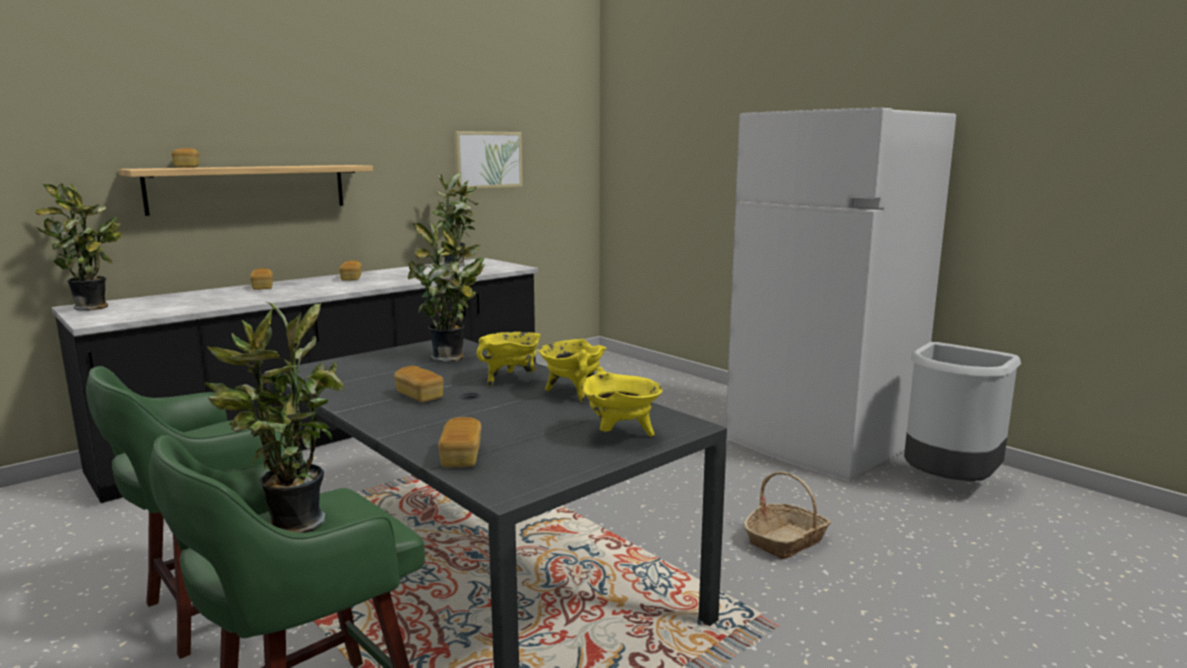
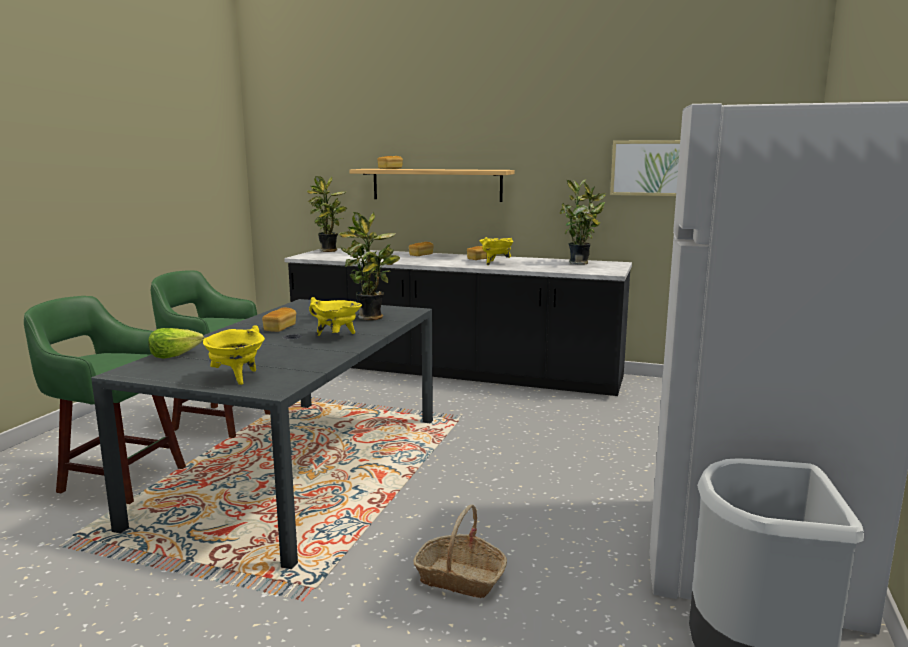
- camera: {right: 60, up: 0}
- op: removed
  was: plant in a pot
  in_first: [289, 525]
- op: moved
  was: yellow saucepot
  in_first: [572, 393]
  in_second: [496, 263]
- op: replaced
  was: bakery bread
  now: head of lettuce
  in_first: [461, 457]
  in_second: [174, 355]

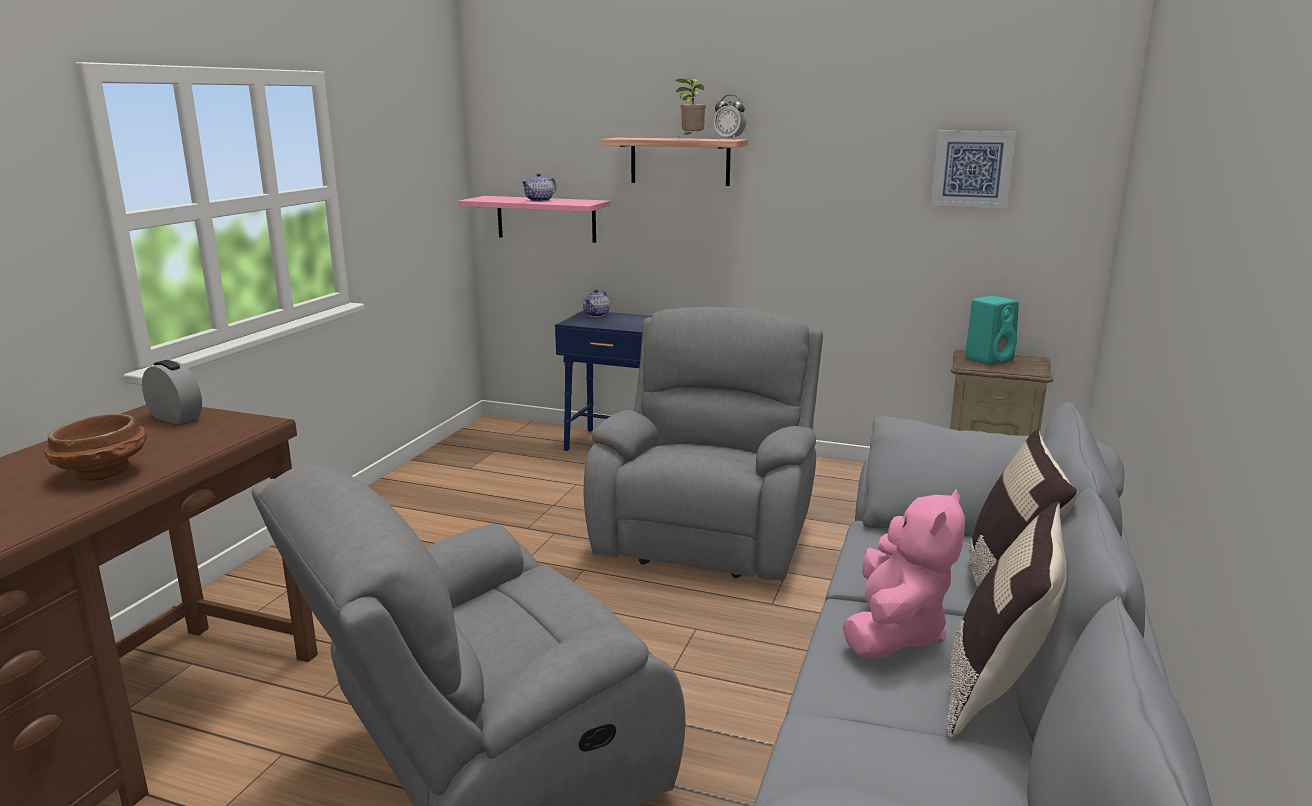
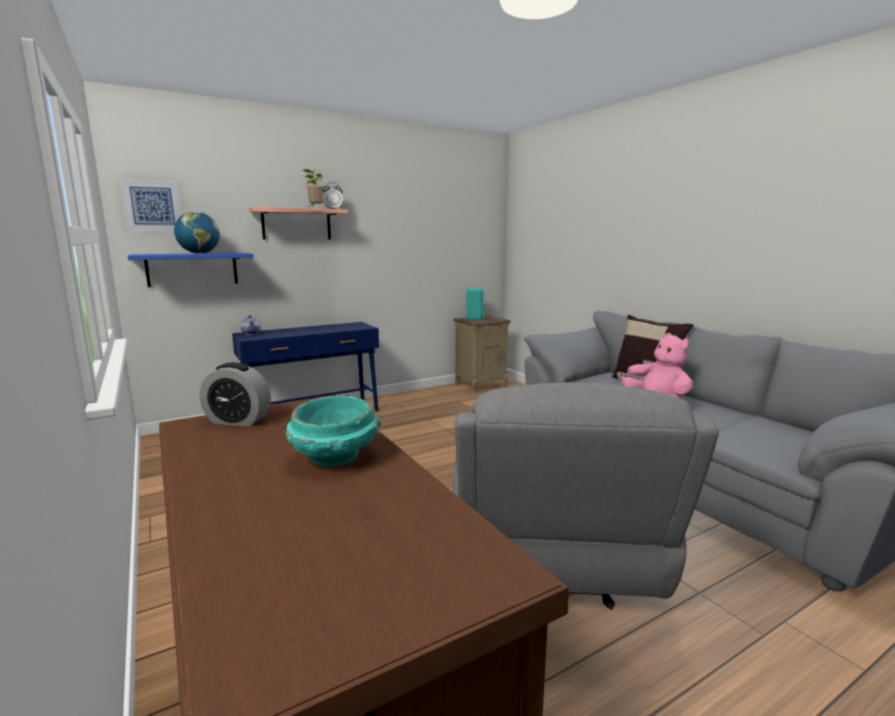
- camera: {right: -50, up: -5}
- op: moved
  was: wall picture
  in_first: [972, 169]
  in_second: [152, 205]
- op: replaced
  was: tea pot
  now: globe
  in_first: [540, 200]
  in_second: [199, 253]
- op: recoloured
  was: pink wall shelf
  now: blue-coloured wall shelf
  in_first: [546, 219]
  in_second: [192, 269]
- op: removed
  was: gray lounge chair
  in_first: [708, 534]
- op: turned
  was: alarm clock
  in_first: [176, 417]
  in_second: [238, 421]
  clockwise: -150
- op: recoloured
  was: brown deep dish
  now: turquoise-coloured deep dish
  in_first: [104, 473]
  in_second: [336, 457]
- op: removed
  was: throw pillow
  in_first: [996, 692]

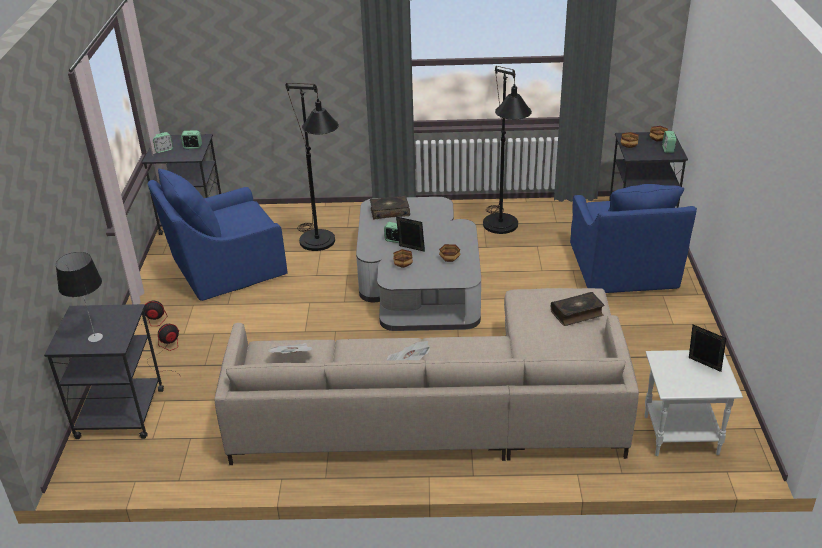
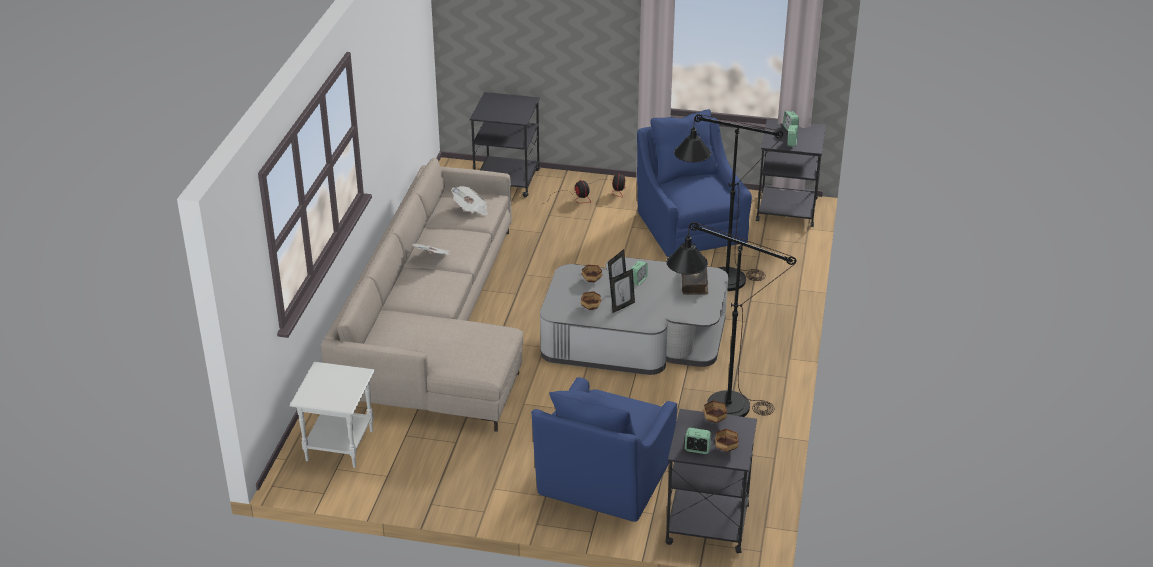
- camera: {right: 100, up: 0}
- op: turned
  was: blue-coloured lounge chair
  in_first: [623, 270]
  in_second: [604, 479]
  clockwise: -75
- op: removed
  was: table lamp
  in_first: [95, 338]
- op: removed
  was: book
  in_first: [577, 313]
- op: moved
  was: standing frame
  in_first: [703, 366]
  in_second: [622, 306]

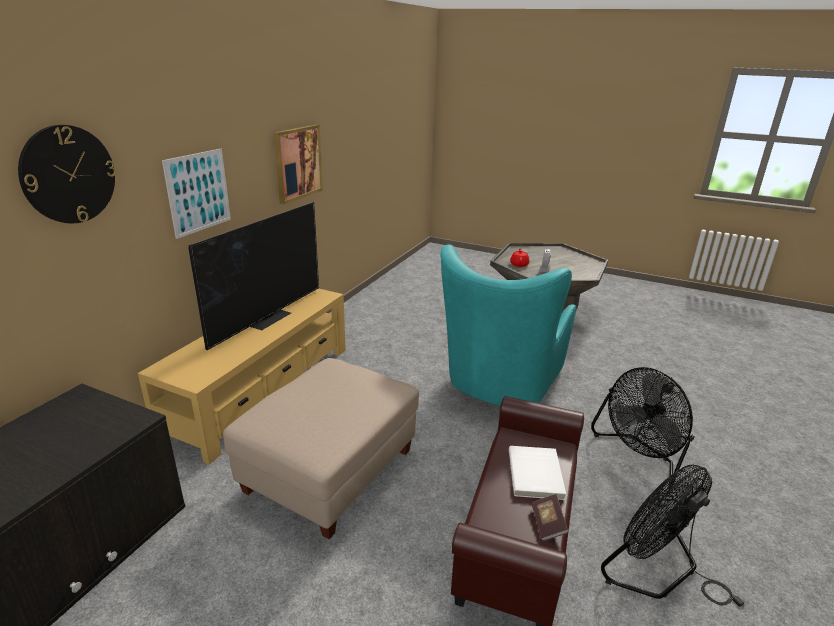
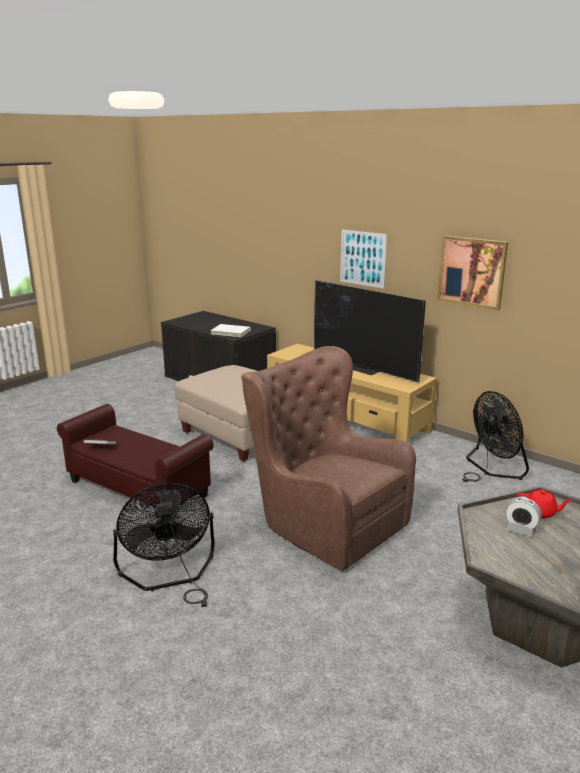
- camera: {right: 105, up: -5}
- op: removed
  was: hanging clock
  in_first: [68, 175]
- op: recoloured
  was: turquoise-coloured lounge chair
  now: brown lounge chair
  in_first: [500, 383]
  in_second: [323, 522]
- op: moved
  was: white-coloured book
  in_first: [536, 474]
  in_second: [230, 332]
- op: moved
  was: blackish fan
  in_first: [665, 569]
  in_second: [487, 467]

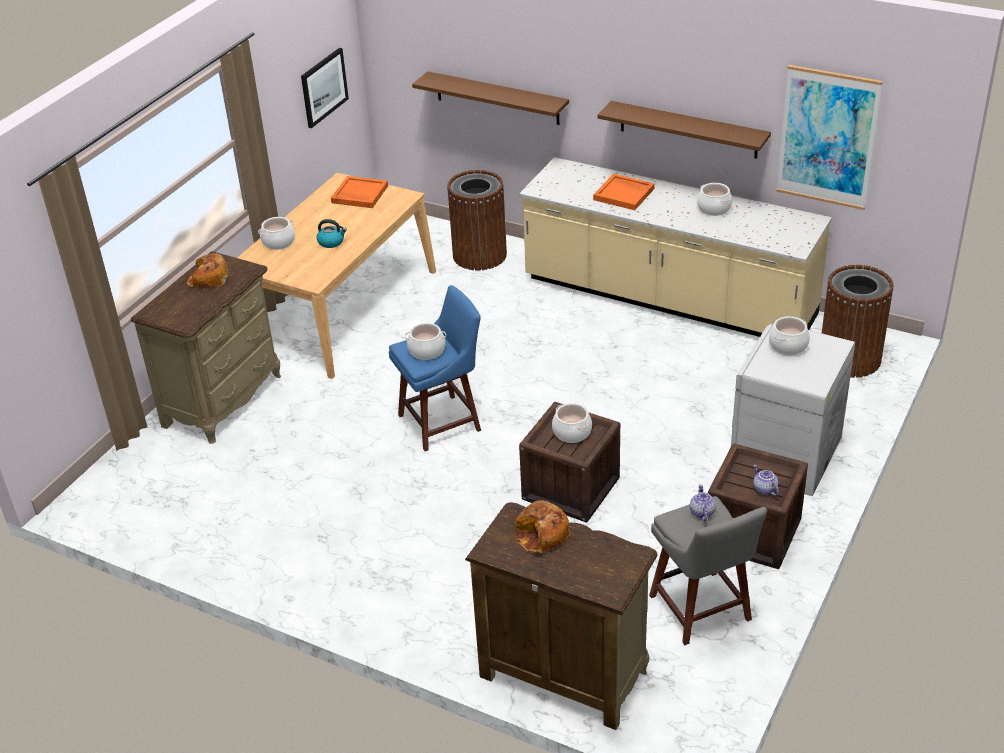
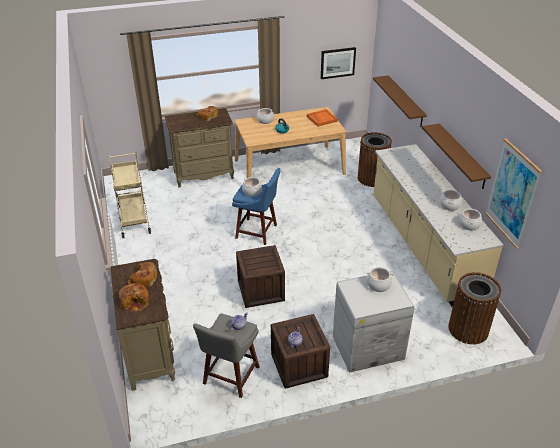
- camera: {right: 45, up: 0}
- op: removed
  was: orangey tray
  in_first: [624, 194]
- op: moved
  was: saucepot
  in_first: [571, 432]
  in_second: [469, 224]
- op: added
  now: beige cart
  in_second: [134, 219]
- op: added
  now: bakery bread
  in_second: [135, 301]

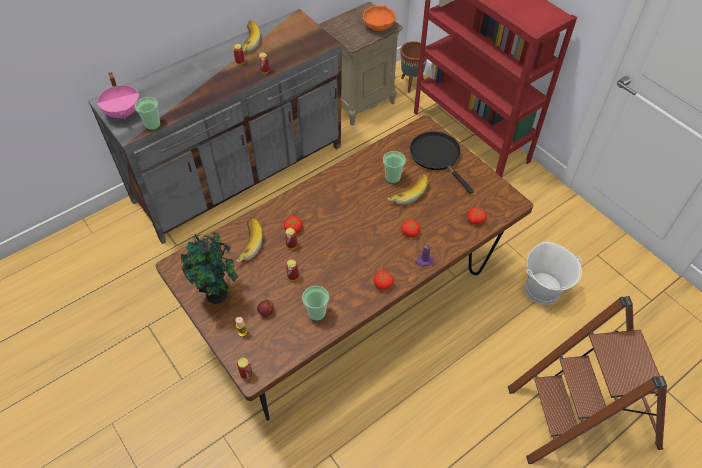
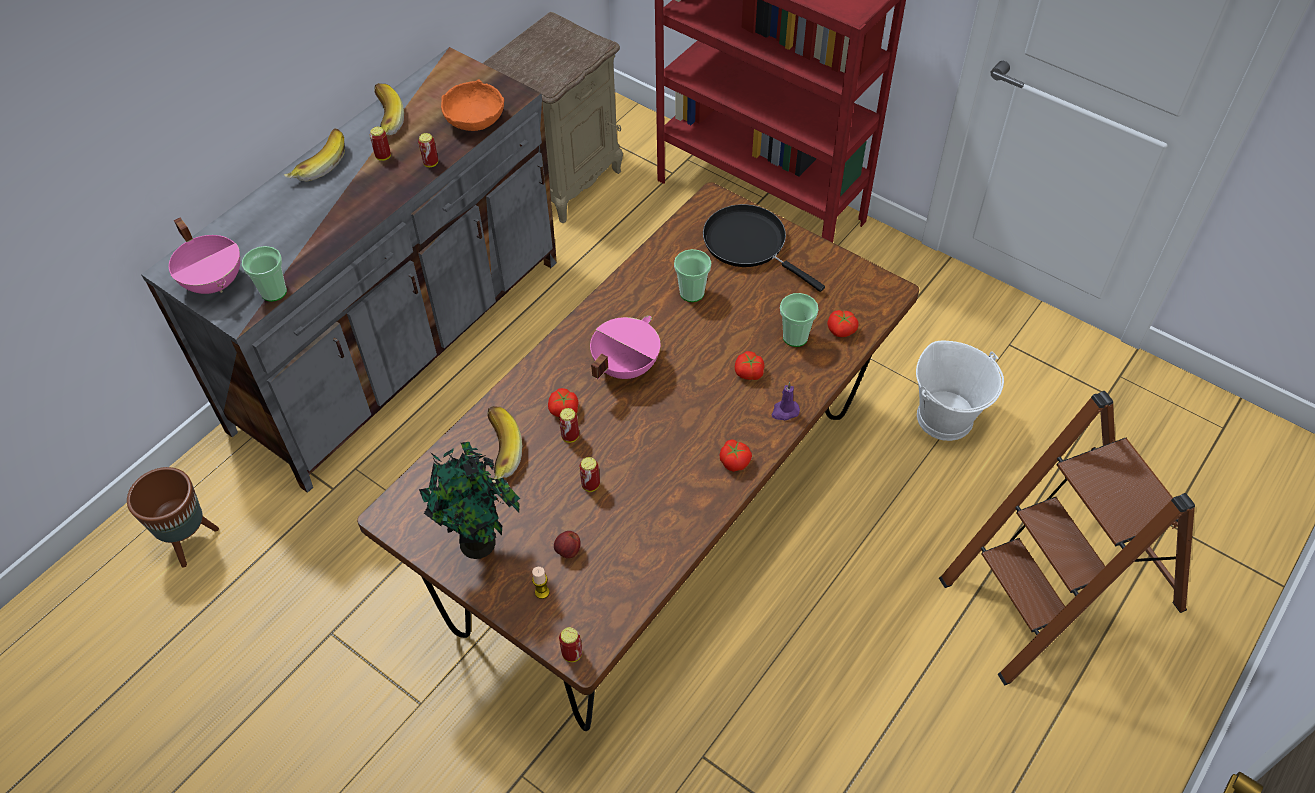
- camera: {right: -15, up: 0}
- op: moved
  was: orangey deep dish
  in_first: [379, 26]
  in_second: [475, 120]
- op: moved
  was: brown flower pot
  in_first: [411, 84]
  in_second: [190, 542]
- op: moved
  was: whole banana
  in_first: [407, 192]
  in_second: [318, 163]
- op: moved
  was: small cup
  in_first: [317, 313]
  in_second: [795, 337]
- op: added
  now: pink saucepot
  in_second: [624, 366]

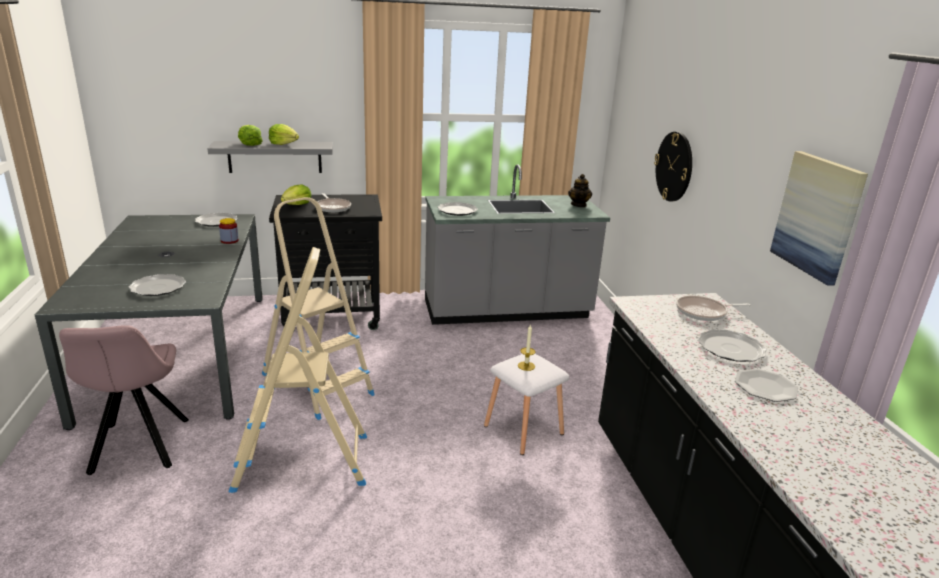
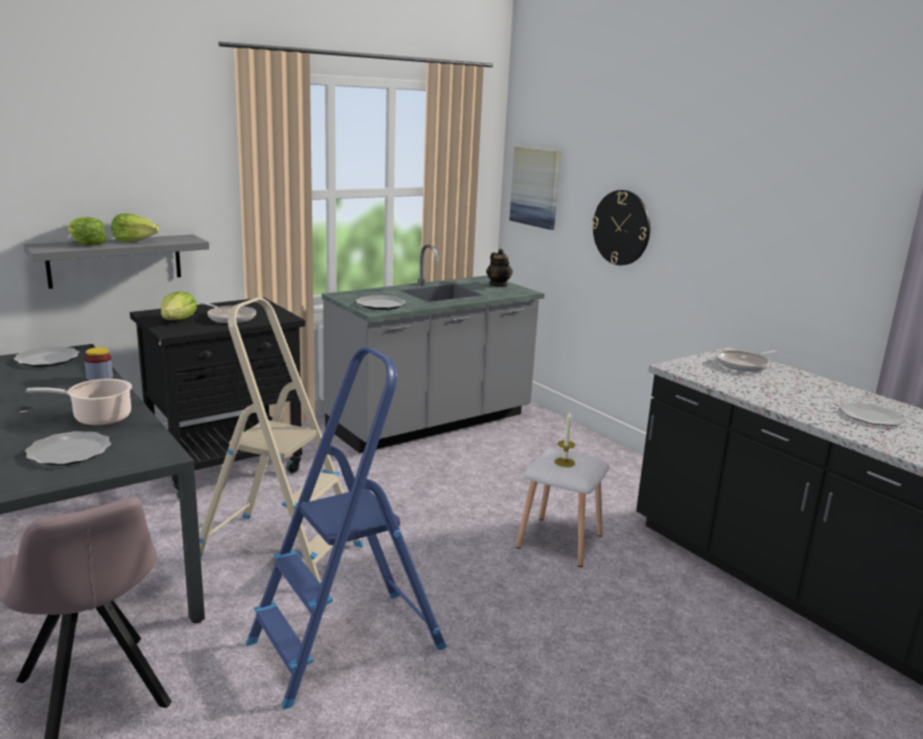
- camera: {right: -25, up: -5}
- op: moved
  was: wall picture
  in_first: [817, 216]
  in_second: [535, 187]
- op: recoloured
  was: beige stepladder
  now: blue-coloured stepladder
  in_first: [300, 462]
  in_second: [344, 646]
- op: removed
  was: dinner plate
  in_first: [731, 348]
- op: added
  now: saucepot
  in_second: [98, 418]

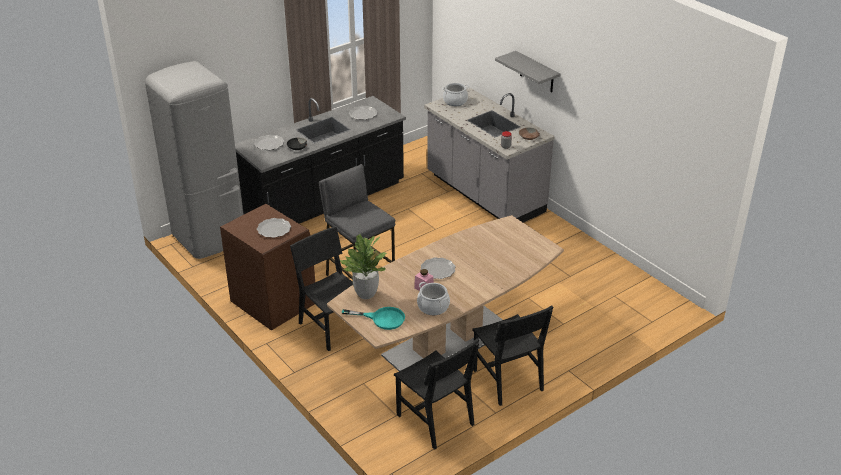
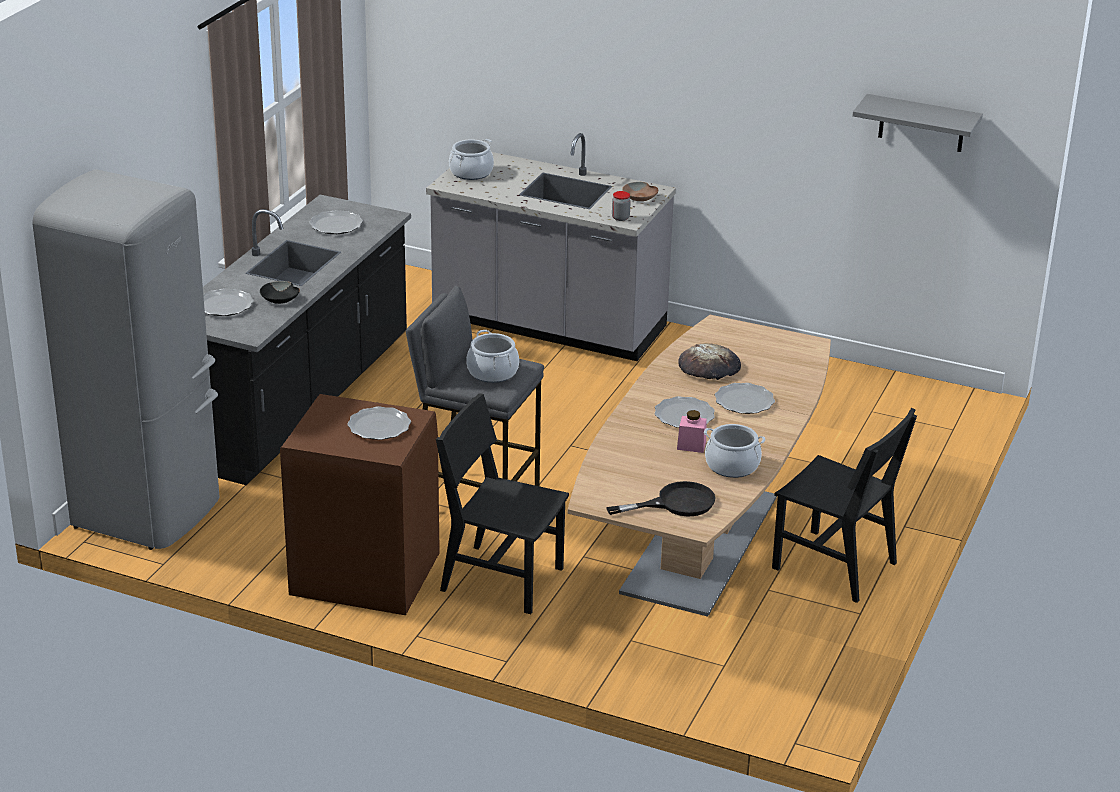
- camera: {right: -30, up: -5}
- op: moved
  was: gray wall shelf
  in_first: [537, 72]
  in_second: [921, 123]
- op: removed
  was: plant in a pot
  in_first: [366, 294]
- op: recoloured
  was: turquoise-coloured pan
  now: blackish pan
  in_first: [382, 319]
  in_second: [675, 503]
- op: removed
  was: blackish upright chair
  in_first: [435, 420]
- op: added
  now: saucepot
  in_second: [492, 372]
- op: added
  now: bakery bread
  in_second: [709, 367]
- op: added
  now: dinner plate
  in_second: [744, 401]

